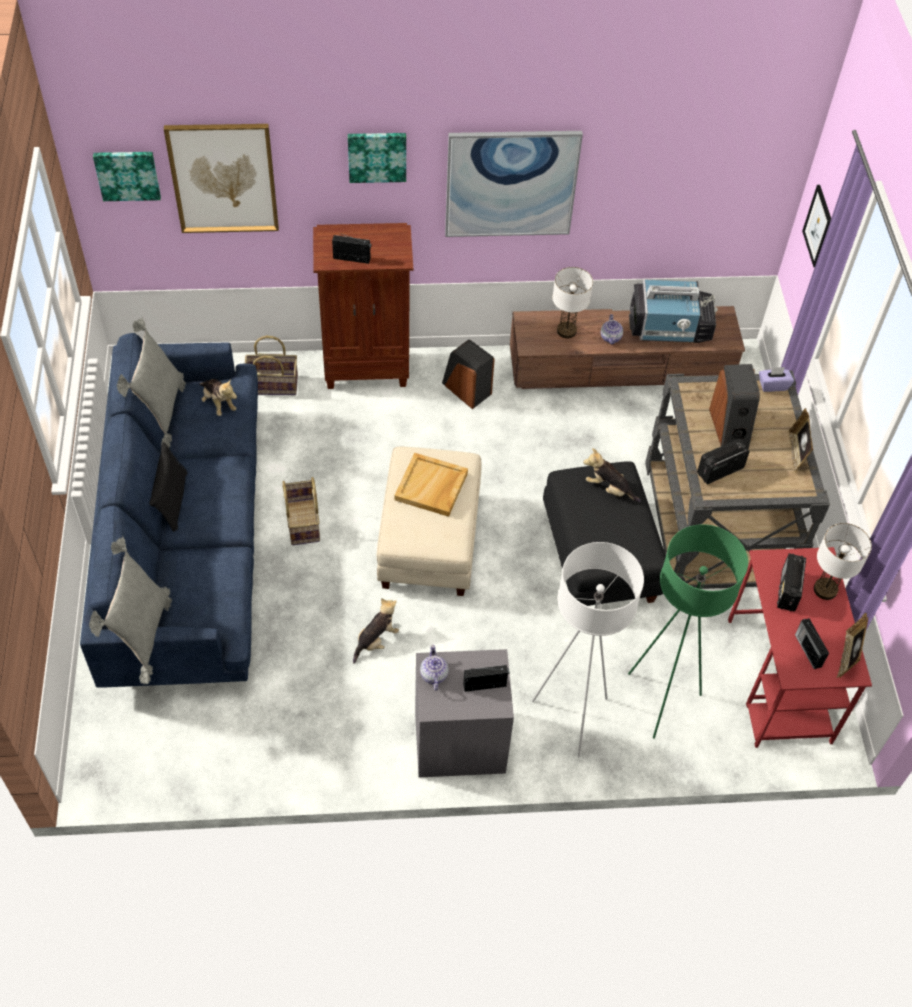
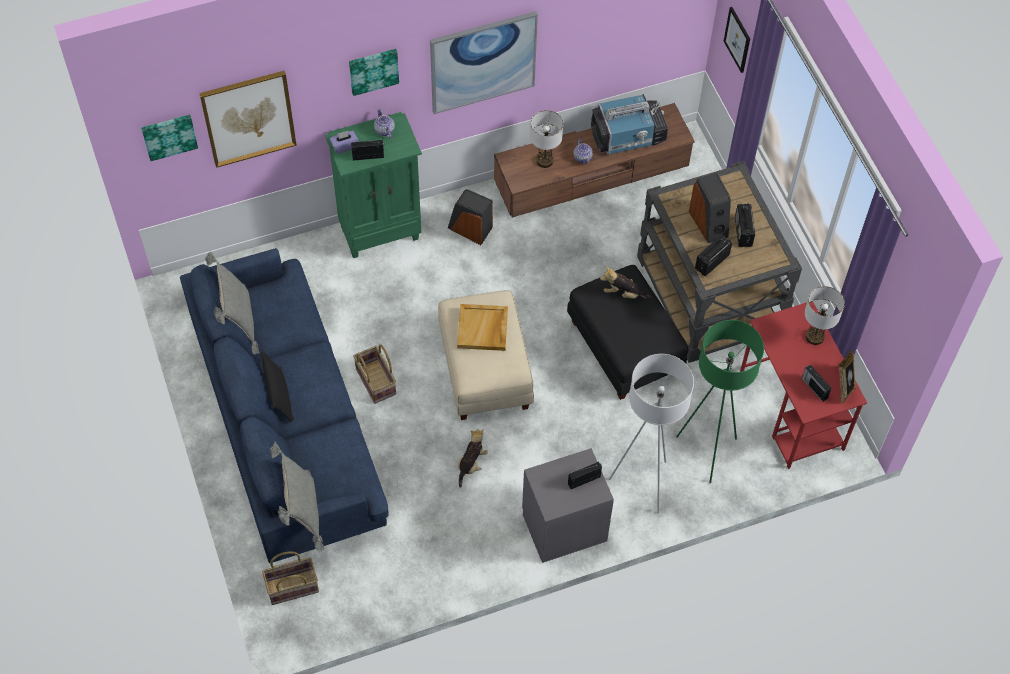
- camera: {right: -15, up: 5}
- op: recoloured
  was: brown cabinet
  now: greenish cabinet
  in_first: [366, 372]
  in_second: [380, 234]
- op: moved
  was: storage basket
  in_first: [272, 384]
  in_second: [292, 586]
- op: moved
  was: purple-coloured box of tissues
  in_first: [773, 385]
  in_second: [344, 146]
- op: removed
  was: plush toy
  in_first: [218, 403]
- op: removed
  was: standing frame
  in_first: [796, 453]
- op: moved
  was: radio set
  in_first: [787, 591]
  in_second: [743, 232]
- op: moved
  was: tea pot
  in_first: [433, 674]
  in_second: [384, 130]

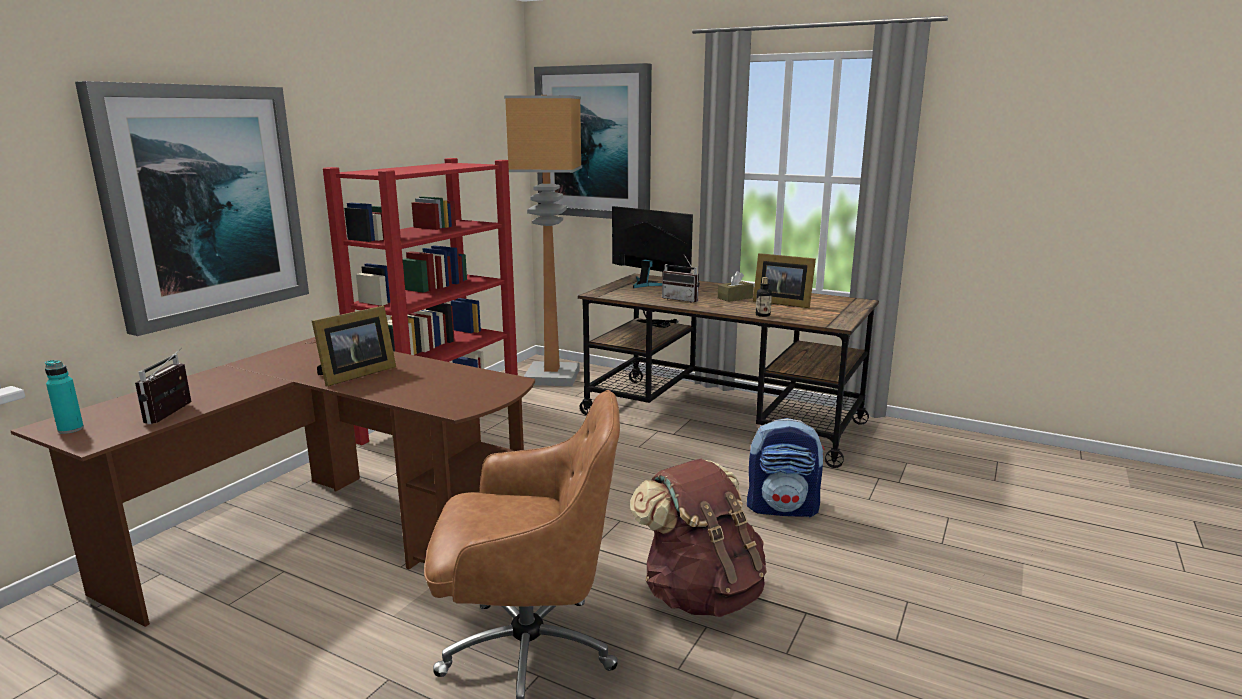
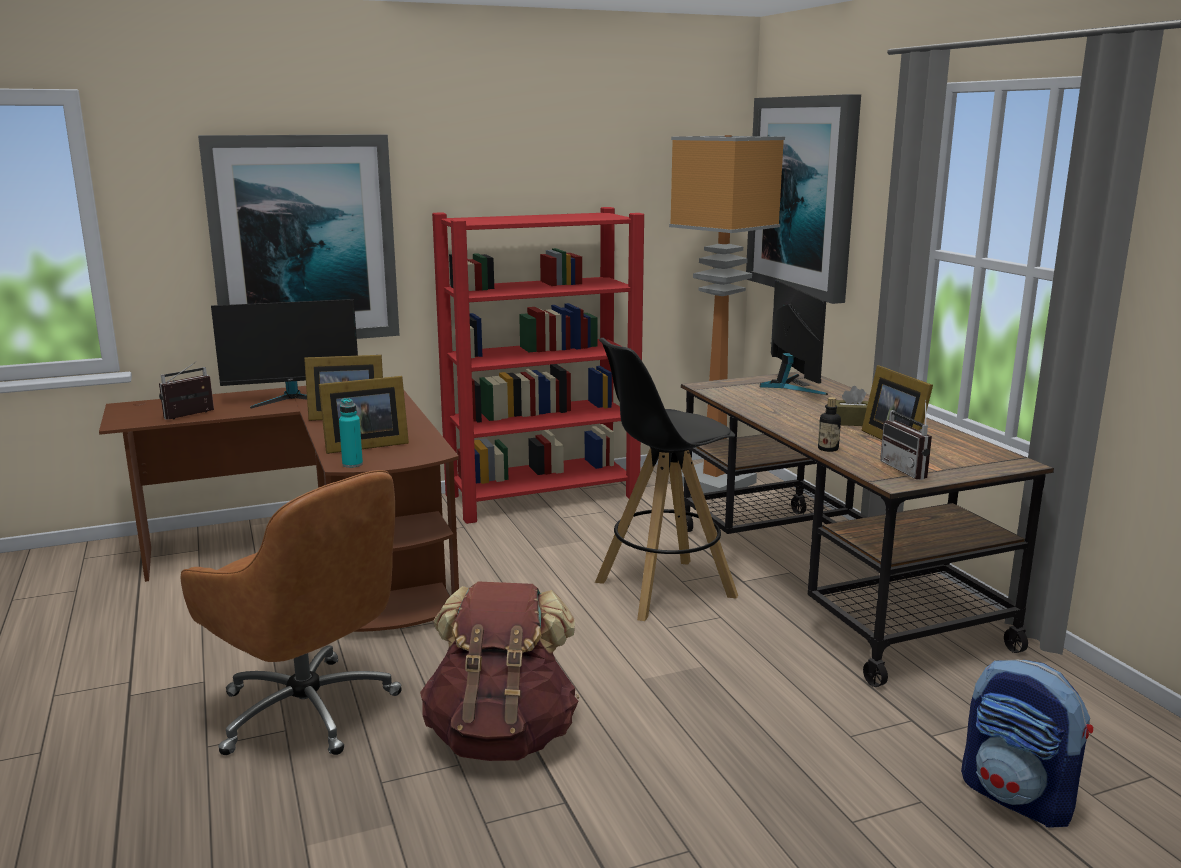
- camera: {right: 40, up: 0}
- op: moved
  was: radio set
  in_first: [682, 299]
  in_second: [909, 470]
- op: moved
  was: turquoise-coloured beverage bottle
  in_first: [71, 429]
  in_second: [352, 464]
- op: moved
  was: rucksack
  in_first: [783, 508]
  in_second: [1018, 797]
- op: added
  now: computer screen
  in_second: [293, 399]
- op: added
  now: blackish stool
  in_second: [663, 589]
- op: added
  now: standing frame
  in_second: [363, 445]

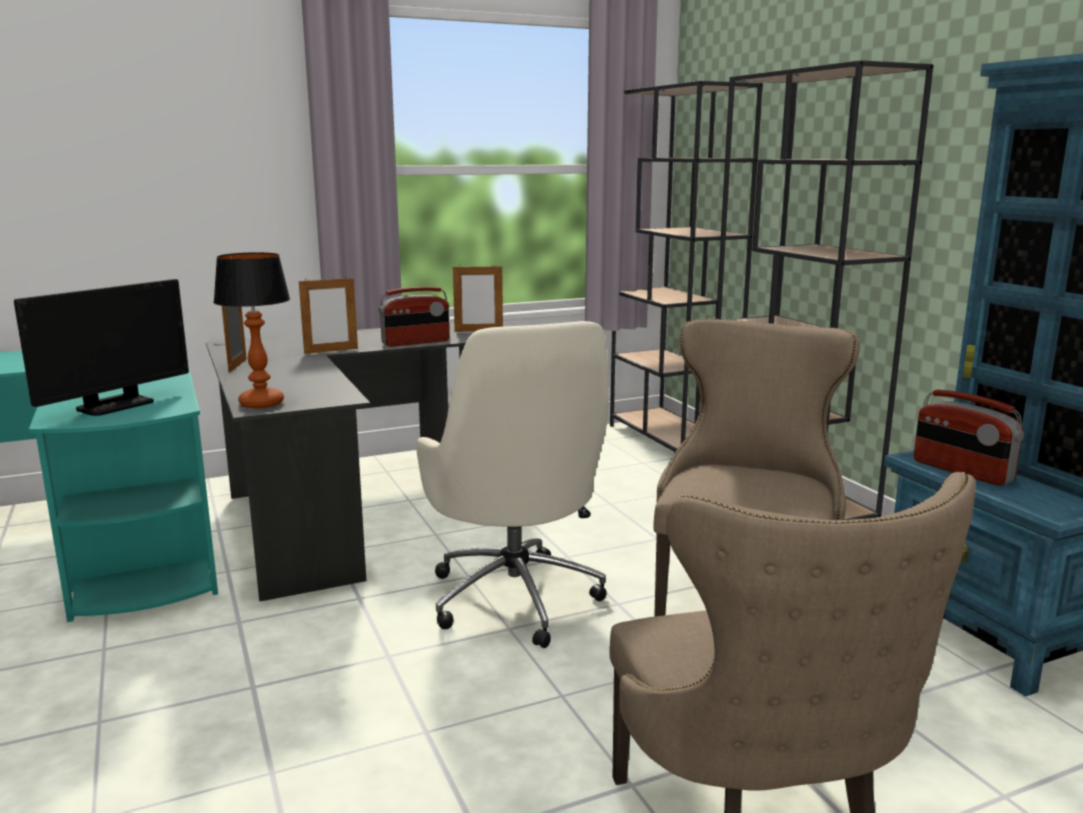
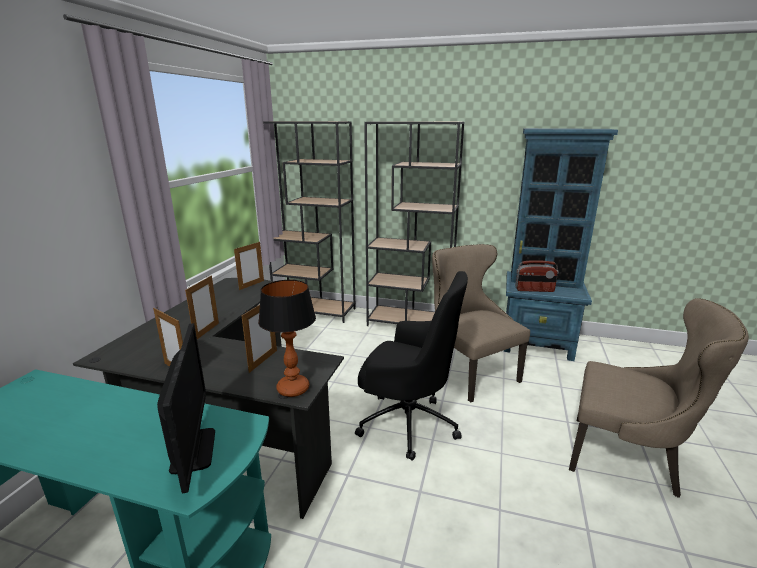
- camera: {right: -50, up: 5}
- op: removed
  was: radio set
  in_first: [416, 342]
- op: recoloured
  was: beige office chair
  now: blackish office chair
  in_first: [515, 599]
  in_second: [408, 425]
- op: added
  now: standing frame
  in_second: [263, 361]

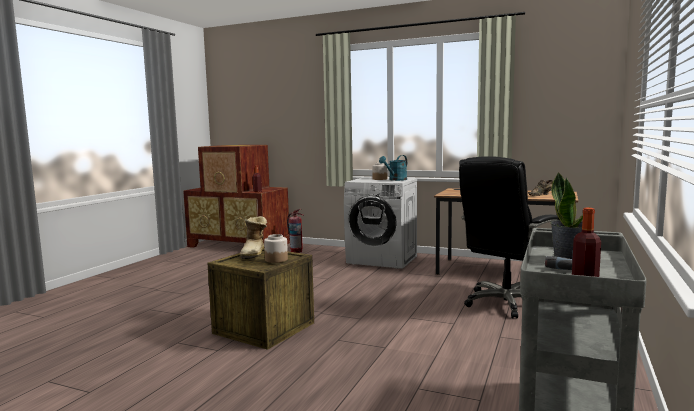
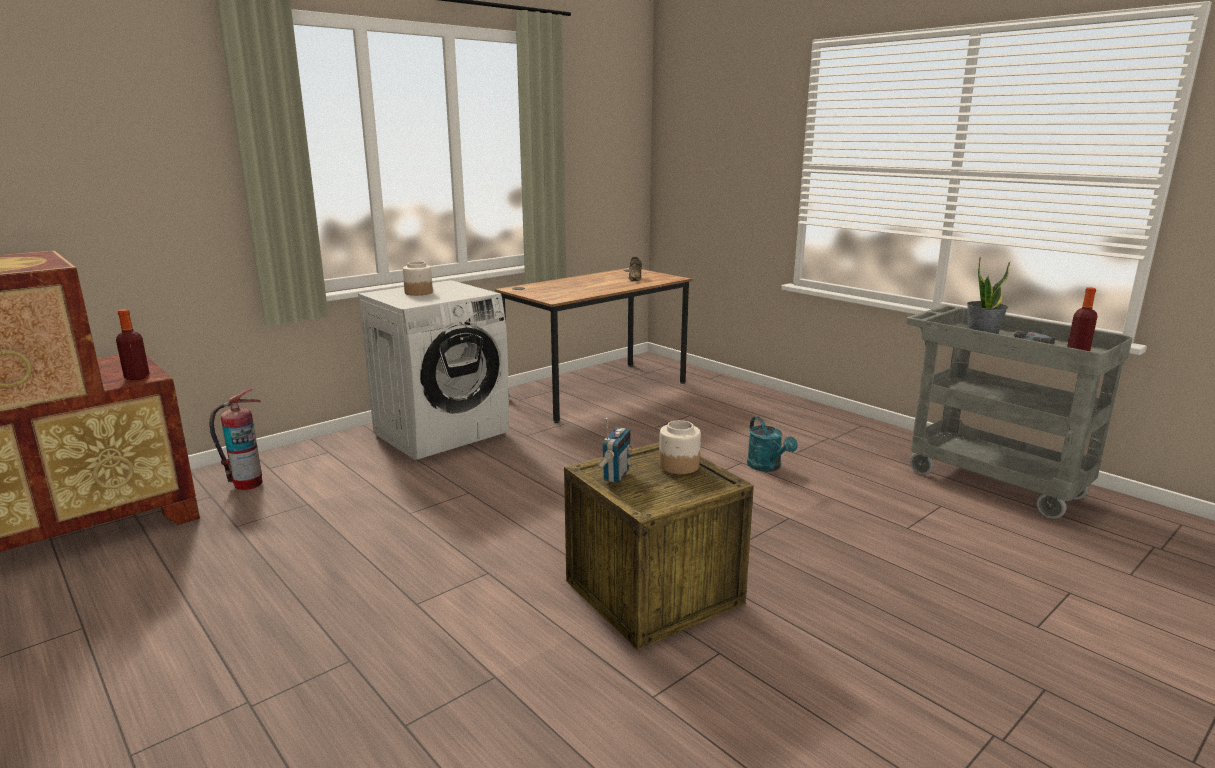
- camera: {right: -65, up: 10}
- op: moved
  was: turquoise-coloured sprinkling can
  in_first: [395, 180]
  in_second: [767, 467]
- op: removed
  was: blackish office chair
  in_first: [507, 302]
- op: replaced
  was: high-top boot
  now: radio set
  in_first: [254, 253]
  in_second: [615, 475]

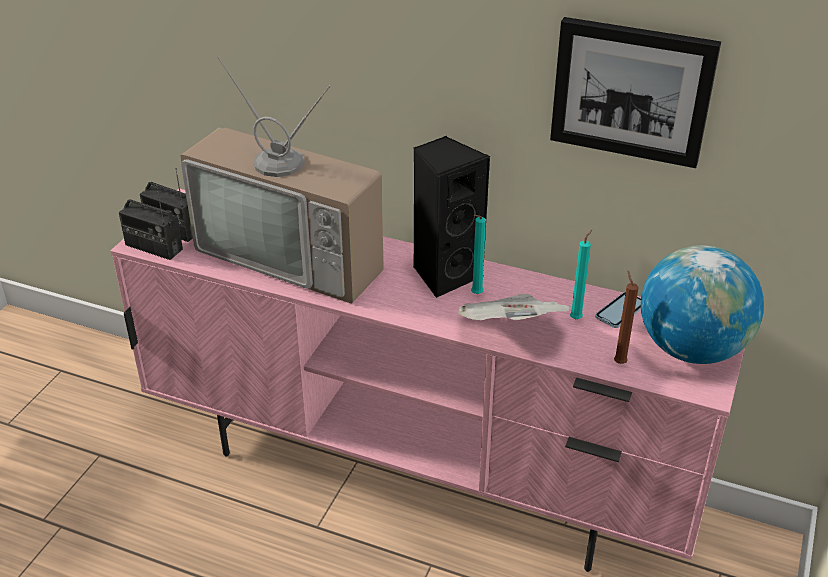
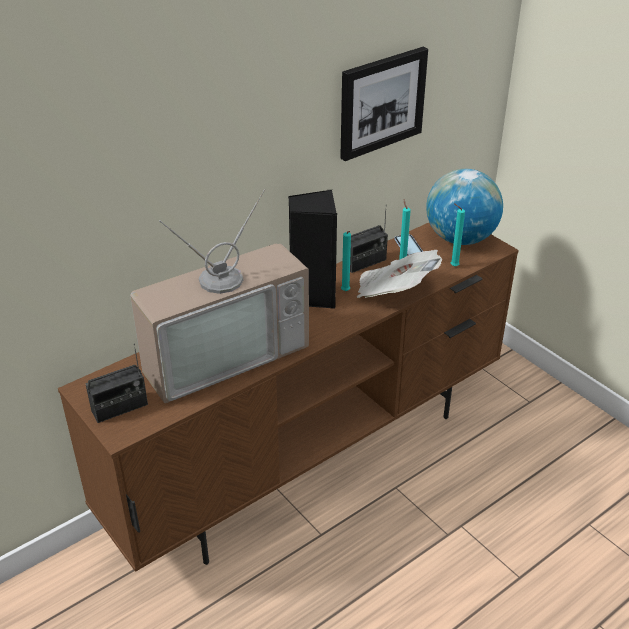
- camera: {right: -60, up: 0}
- op: moved
  was: radio set
  in_first: [153, 247]
  in_second: [364, 262]
- op: recoloured
  was: pink tv stand
  now: brown tv stand
  in_first: [418, 474]
  in_second: [314, 460]
- op: recoloured
  was: brown candle
  now: turquoise-coloured candle
  in_first: [619, 362]
  in_second: [453, 266]

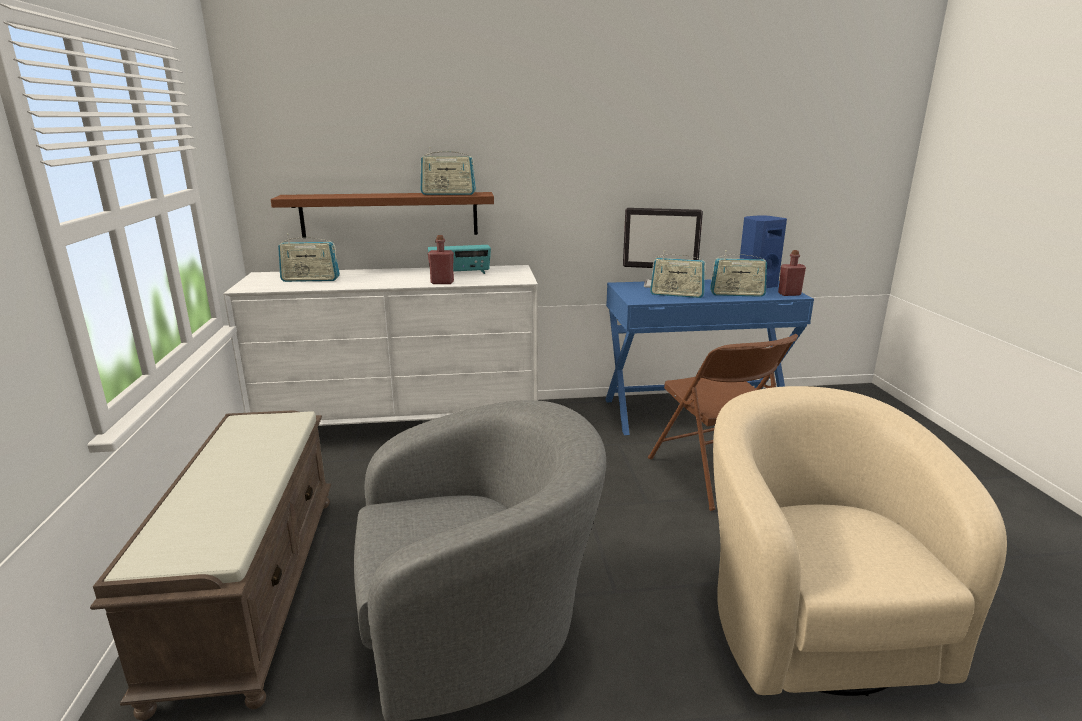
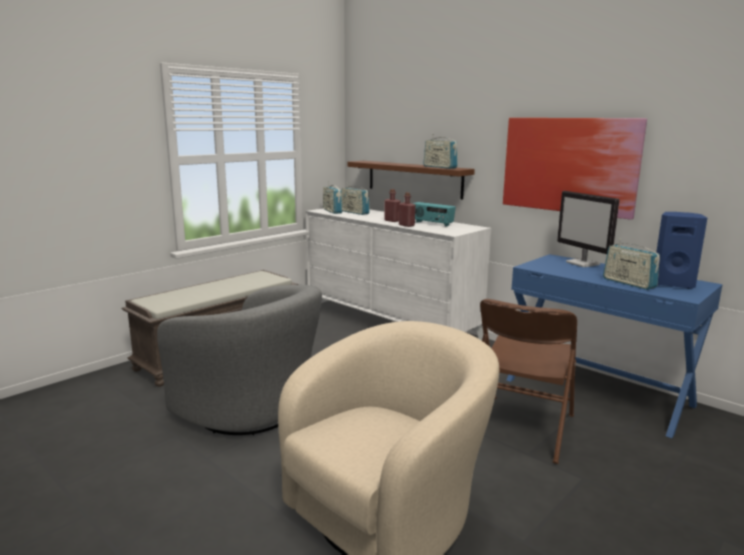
- camera: {right: 50, up: -5}
- op: moved
  was: radio set
  in_first: [676, 294]
  in_second: [332, 211]
- op: moved
  was: red-coloured beverage bottle
  in_first: [789, 294]
  in_second: [392, 220]
- op: added
  now: wall picture
  in_second: [569, 165]

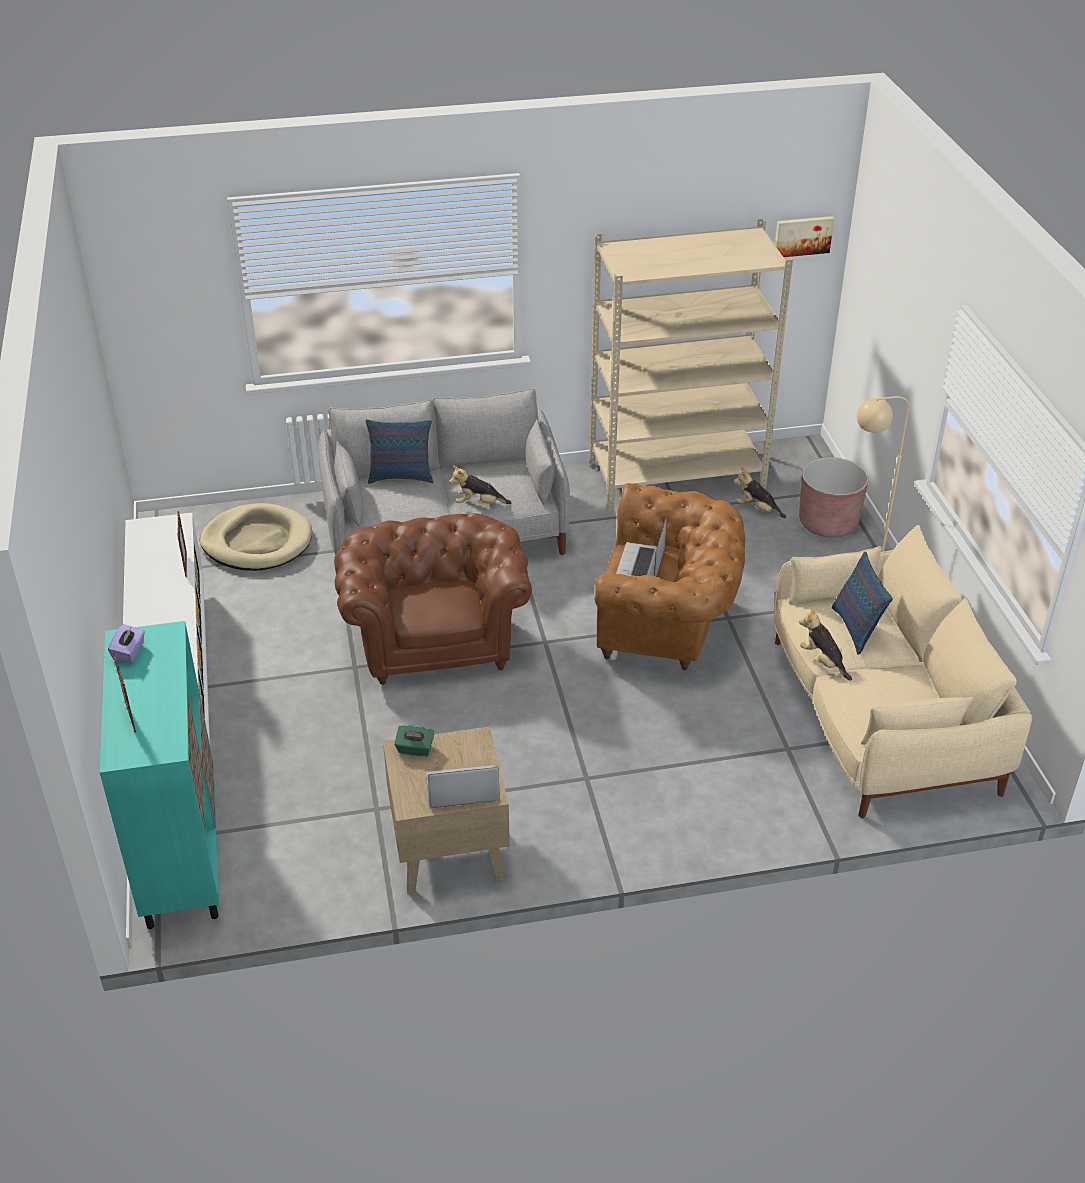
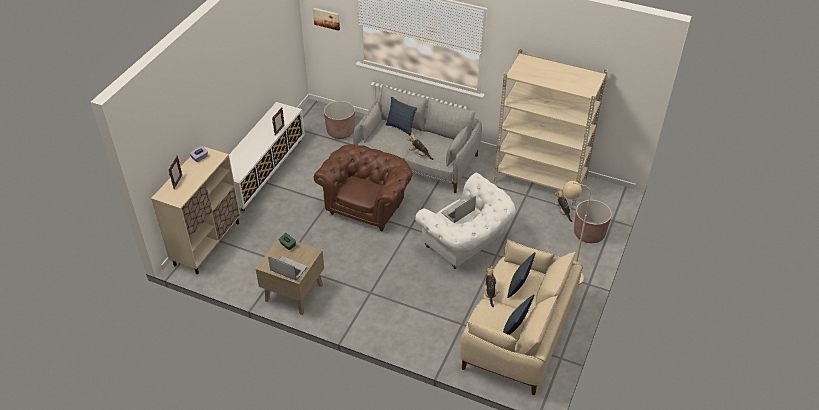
- camera: {right: 35, up: 5}
- op: moved
  was: wall picture
  in_first: [802, 236]
  in_second: [327, 18]
- op: recoloured
  was: brown lounge chair
  now: white-coloured lounge chair
  in_first: [667, 627]
  in_second: [466, 246]
- op: replaced
  was: beige dog bed
  now: brown flower pot
  in_first: [257, 542]
  in_second: [340, 131]
- op: recoloured
  was: turquoise-coloured cabinet
  now: beige cabinet
  in_first: [181, 851]
  in_second: [207, 243]
- op: added
  now: blue-coloured throw pillow
  in_second: [515, 328]

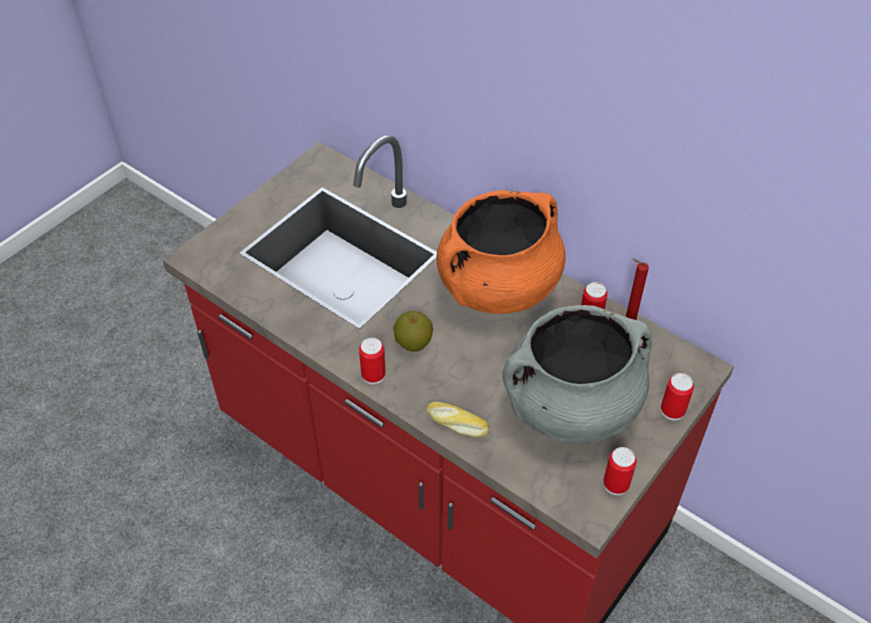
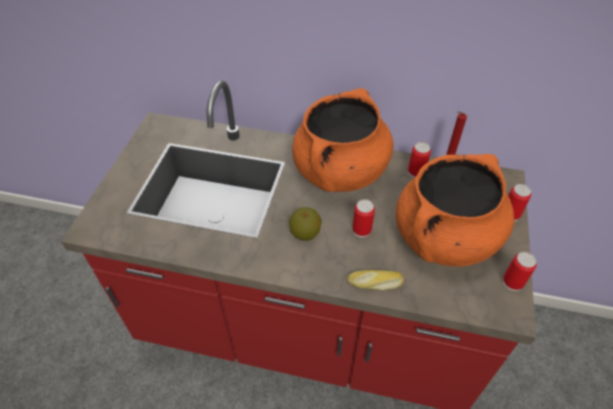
- camera: {right: -25, up: 0}
- op: recoloured
  was: gray saucepot
  now: orangey saucepot
  in_first: [570, 406]
  in_second: [444, 238]
- op: moved
  was: can
  in_first: [373, 375]
  in_second: [361, 230]

